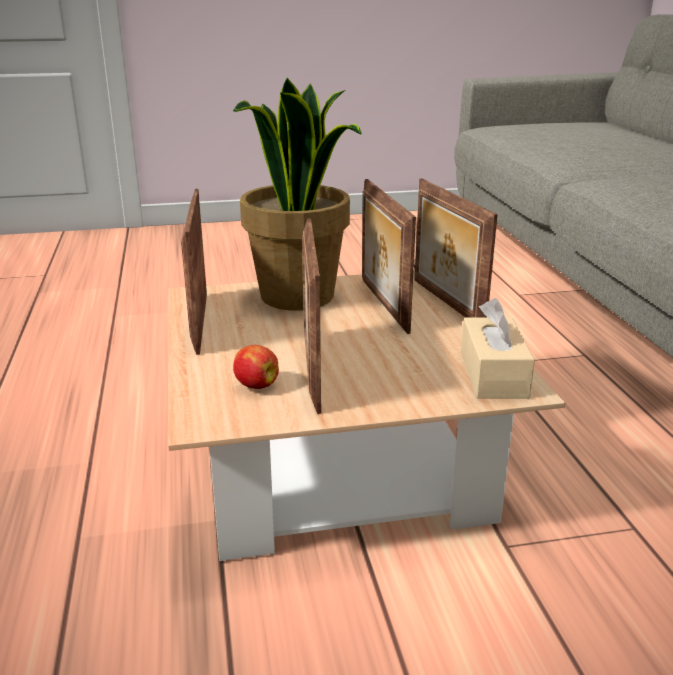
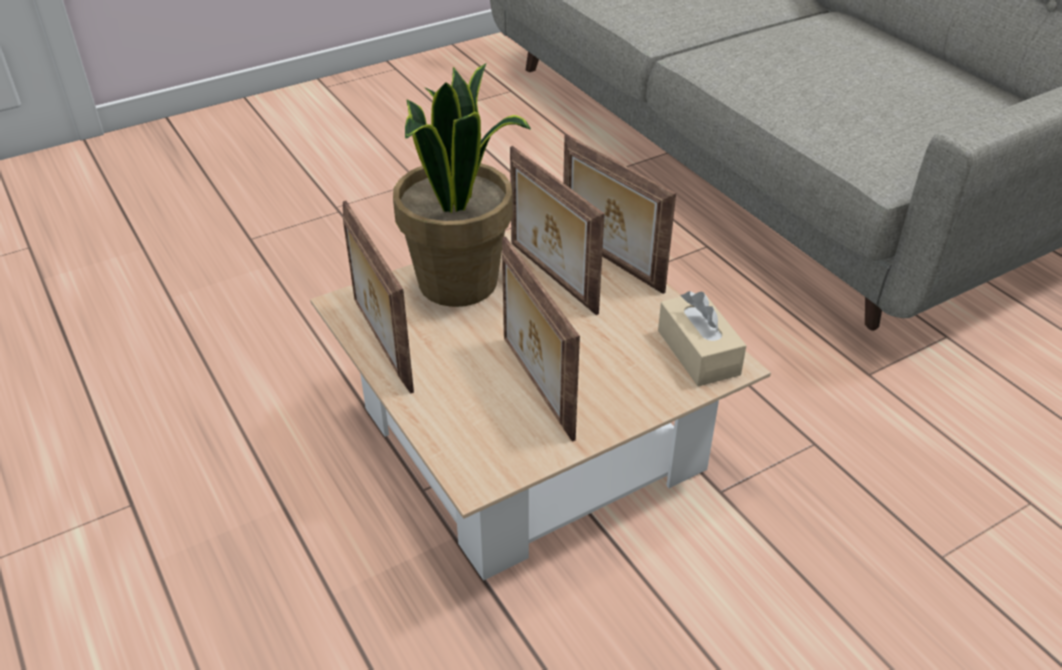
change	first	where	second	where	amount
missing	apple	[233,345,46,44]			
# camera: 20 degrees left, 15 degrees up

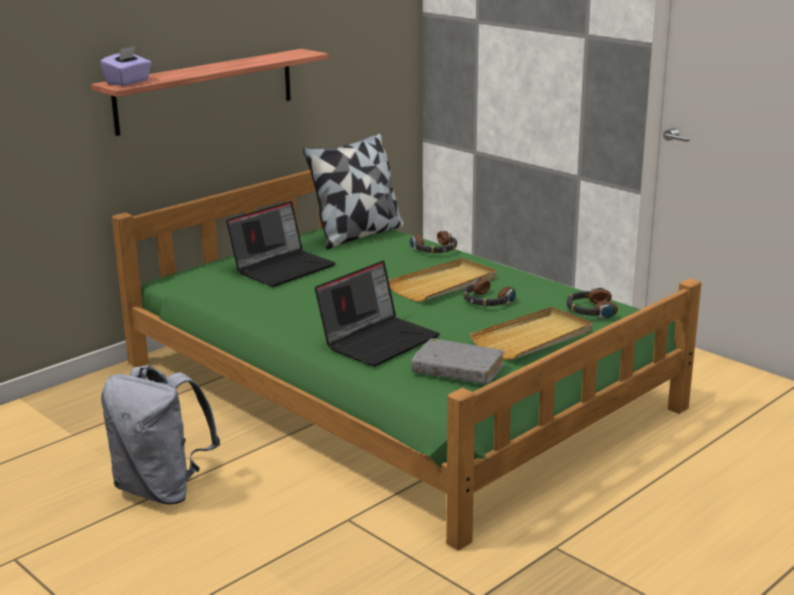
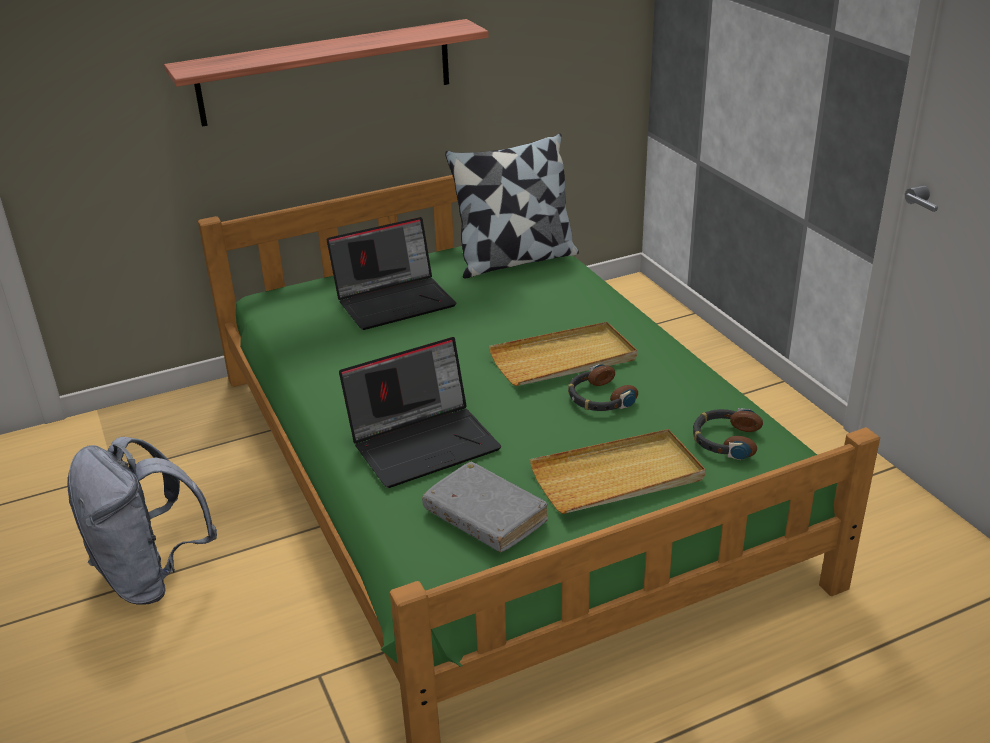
change	first	where	second	where	amount
missing	purple tissue box	[100,46,52,40]			
missing	headphones	[410,231,47,23]			
# camera: 20 degrees right, 10 degrees up

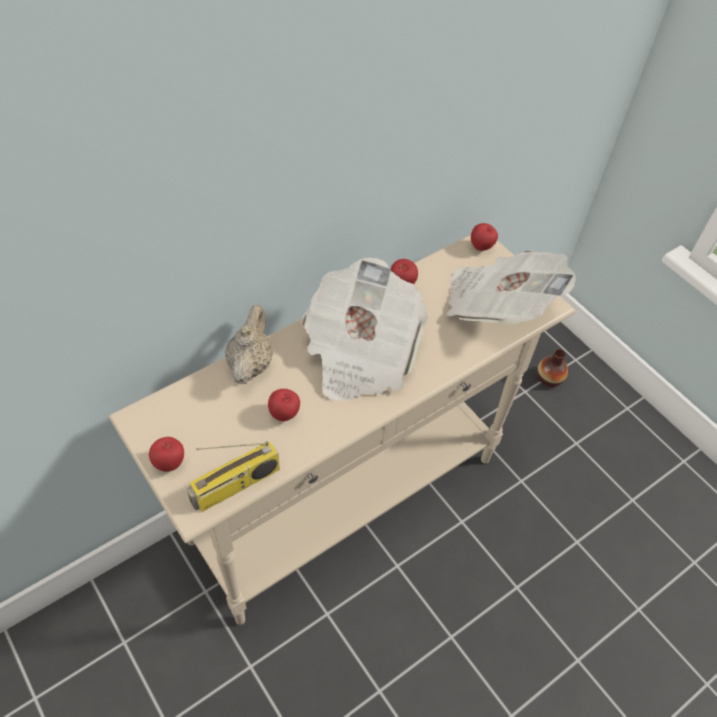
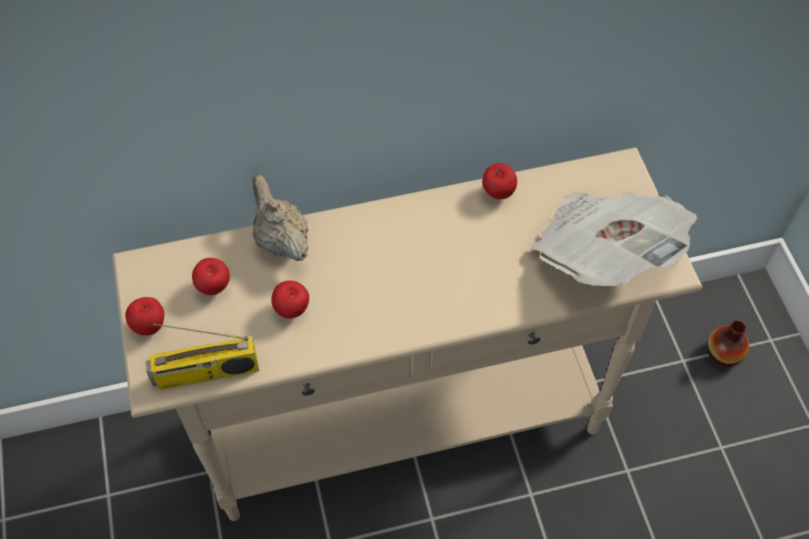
change	first	where	second	where	amount
relocated	apple	[471,223,27,28]		[192,258,38,37]	
spun	beige-coloured teapot	[225,305,48,79]		[253,174,56,87]	60 degrees counterclockwise
missing	newspaper	[303,258,125,143]			
# camera: 25 degrees right, 5 degrees up

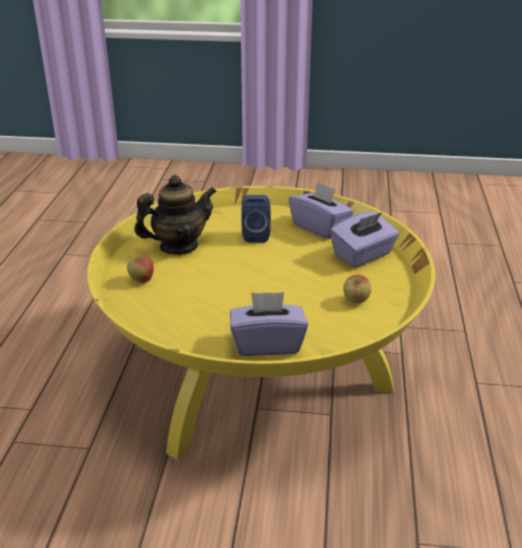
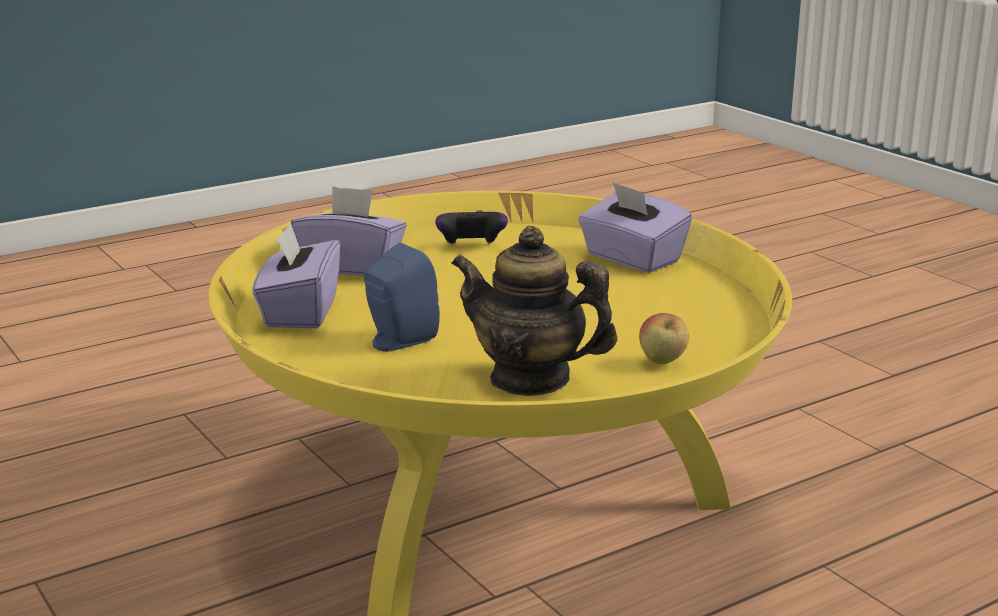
change	first	where	second	where	amount
exchanged	apple	[343,275,28,28]	joypad	[436,210,72,34]	
# camera: 130 degrees left, 10 degrees down

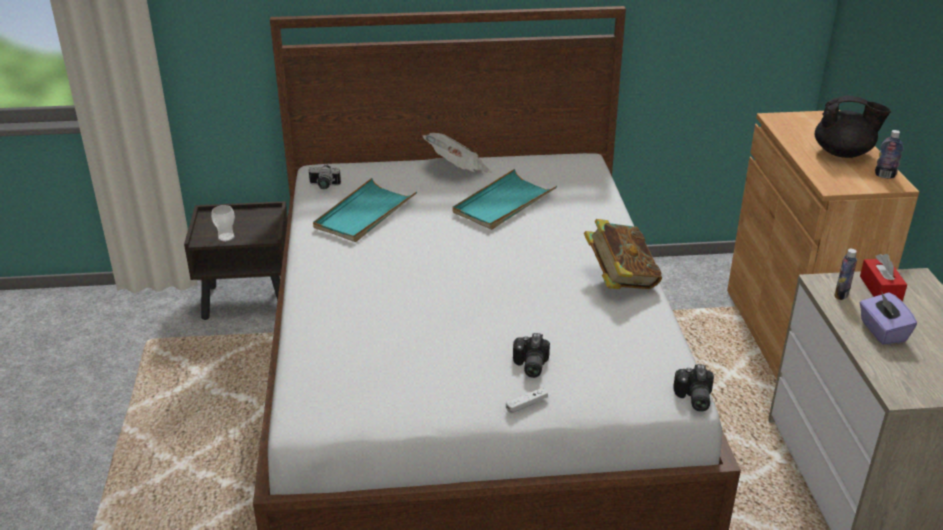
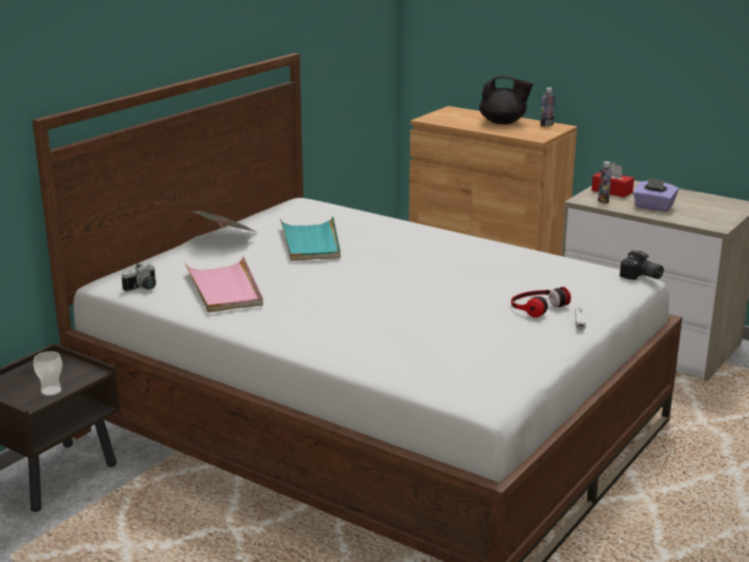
change	first	where	second	where	amount
colour	turquoise tray	[313,178,104,64]	pink tray	[185,256,78,57]	
spun	blackish teapot	[815,96,76,62]		[479,75,54,50]	45 degrees clockwise
exchanged	still camera	[513,333,37,45]	headphones	[511,287,60,31]	
missing	bound book	[584,219,78,70]			
# camera: 50 degrees left, 10 degrees down

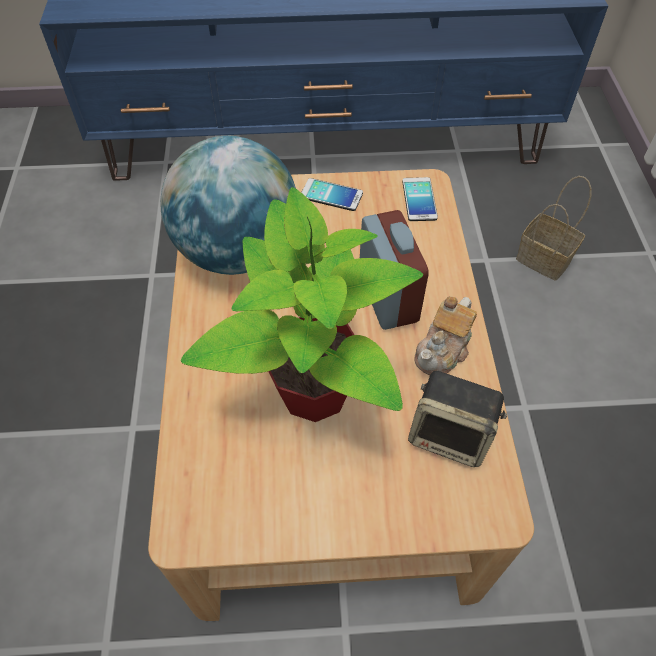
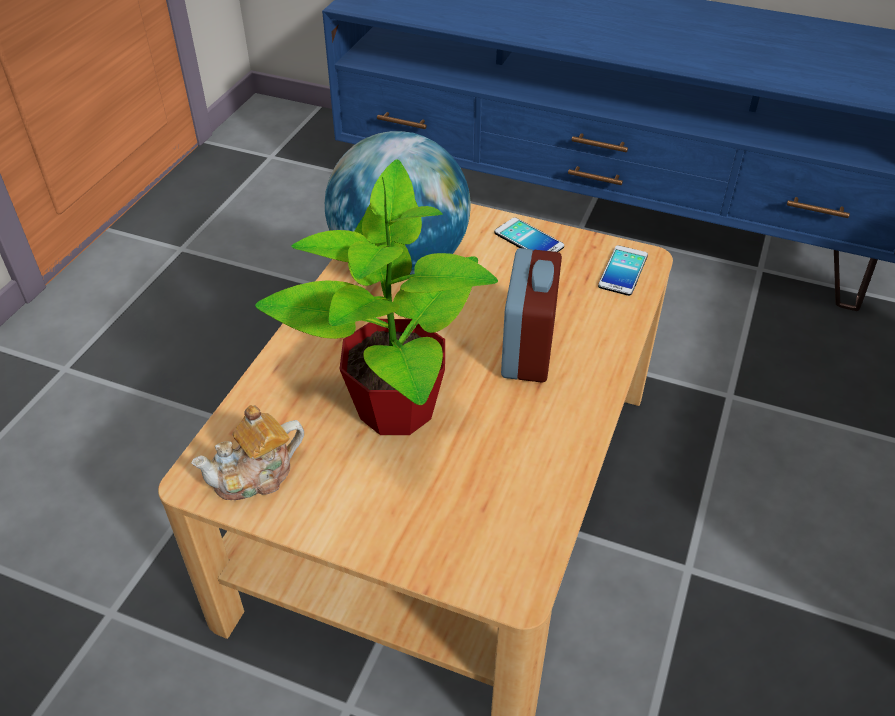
change	first	where	second	where	amount
relocated	teapot	[415,296,62,79]		[191,405,113,95]	
missing	audio speaker	[408,370,99,97]			
missing	basket	[516,176,76,104]			
# camera: 25 degrees right, 10 degrees down

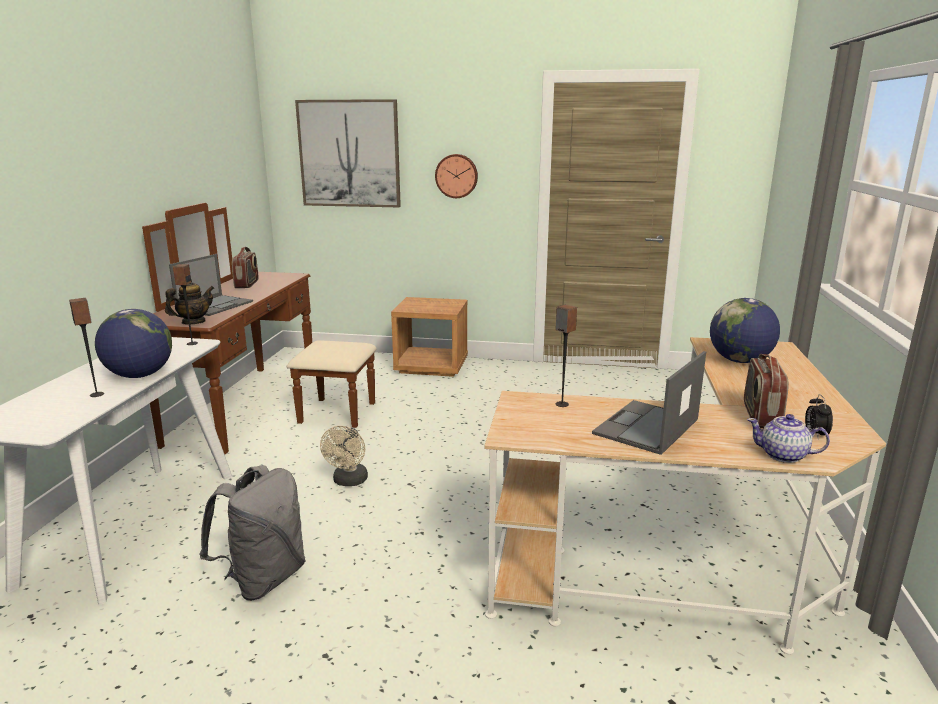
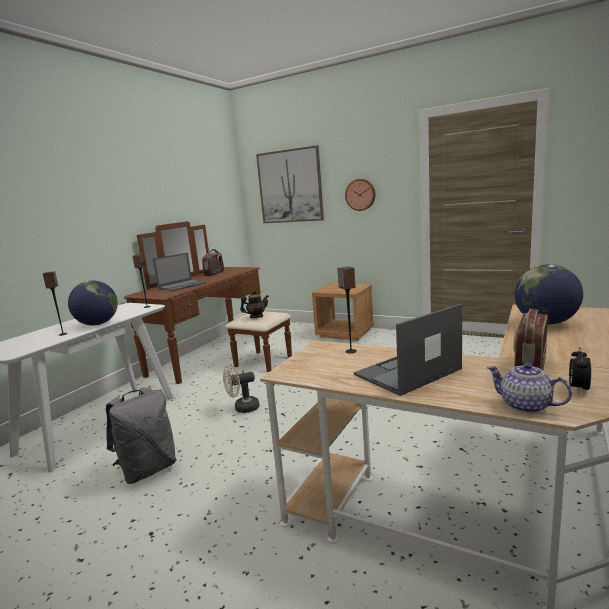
change	first	where	second	where	amount
spun	beige-coloured cooling fan	[320,426,48,60]		[223,364,37,49]	45 degrees clockwise
relocated	teapot	[165,280,49,45]		[240,290,29,28]	
# camera: 20 degrees right, 5 degrees down

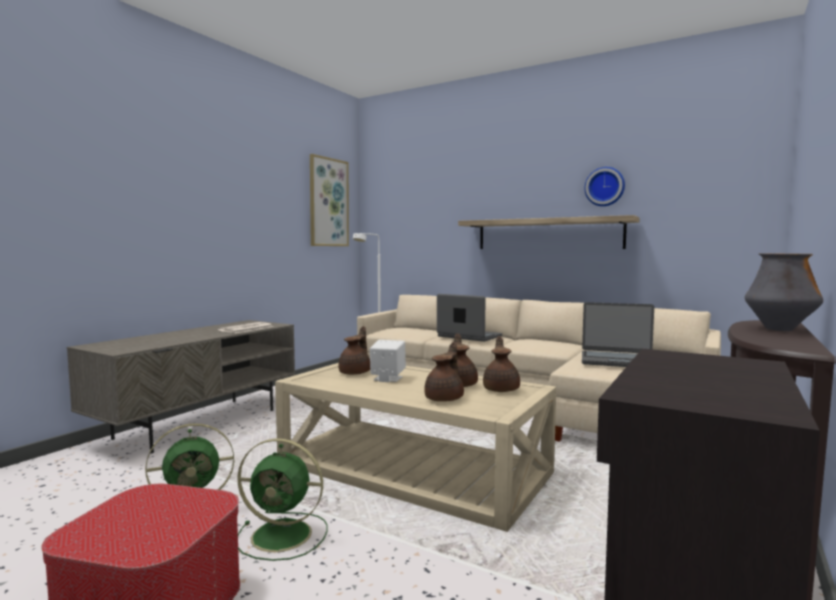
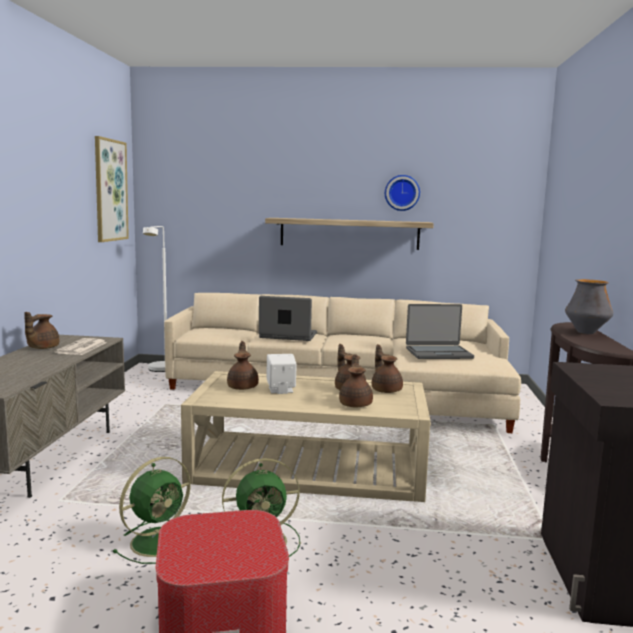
change	first	where	second	where	amount
appeared			brown teapot	[24,312,35,37]	
# camera: 25 degrees left, 5 degrees up

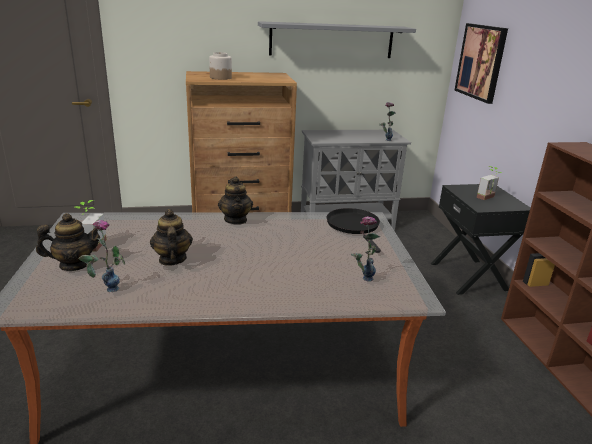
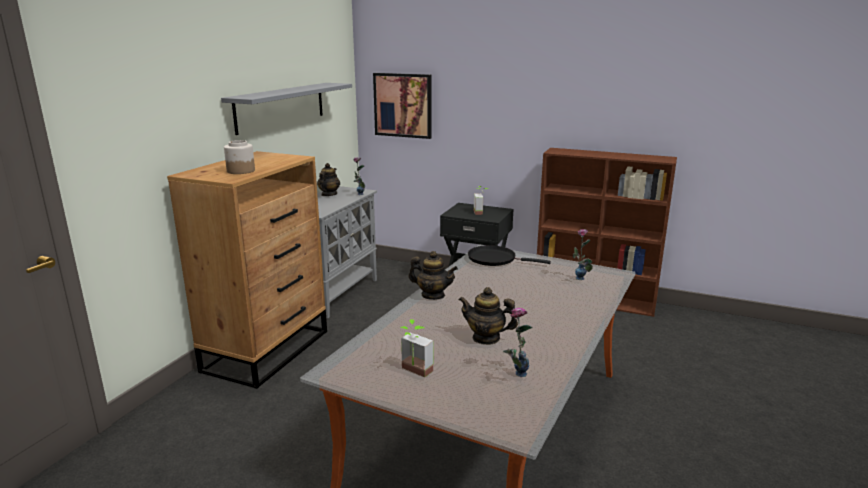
change	first	where	second	where	amount
relocated	teapot	[36,213,64,58]		[317,163,23,33]	
# camera: 55 degrees left, 5 degrees down

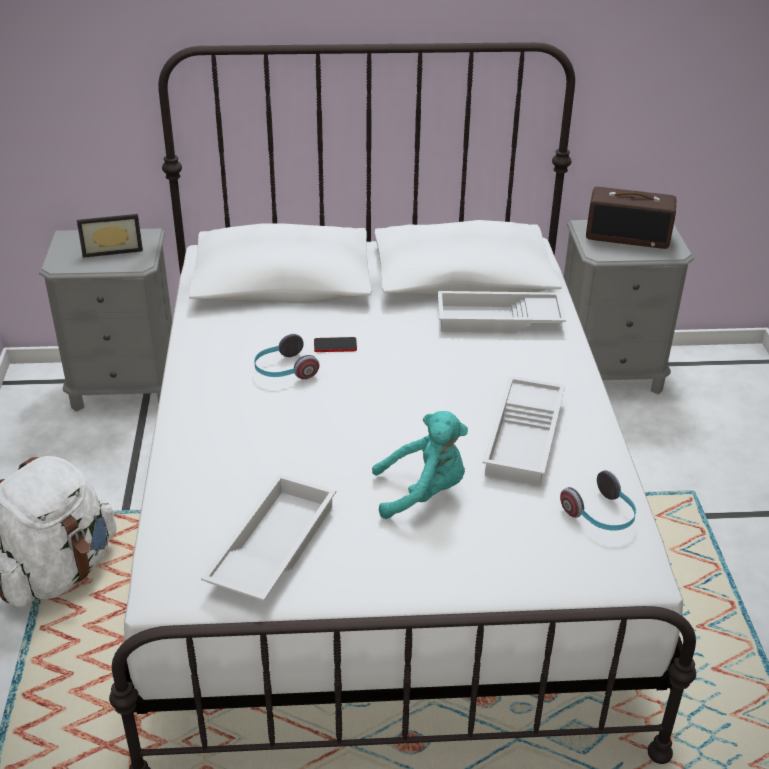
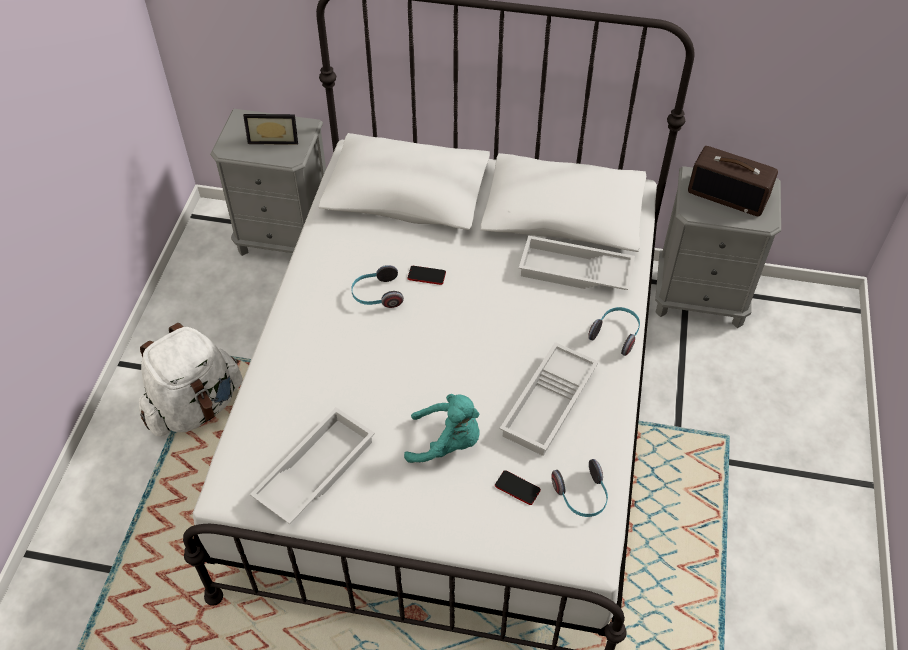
change	first	where	second	where	amount
appeared			phone	[495,470,46,35]	
appeared			headphones	[588,307,52,49]	
# camera: 15 degrees right, 15 degrees up

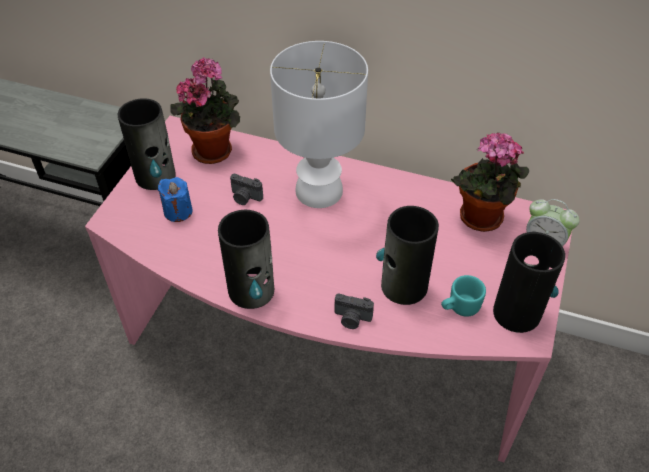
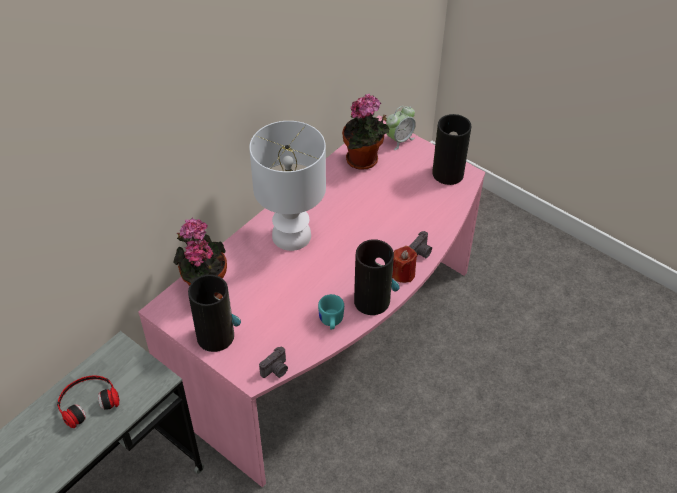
change	first	where	second	where	amount
appeared			headphones	[57,376,63,52]	
relocated	still camera	[230,173,33,32]		[259,346,29,32]	
relocated	turquoise coffee mug	[441,275,45,42]		[318,294,26,35]	
appeared			red-coloured wax light	[392,246,25,37]	
missing	blue-coloured wax light	[158,177,35,45]			
missing	flower vase	[376,206,63,99]			
# camera: 70 degrees left, 0 degrees up

